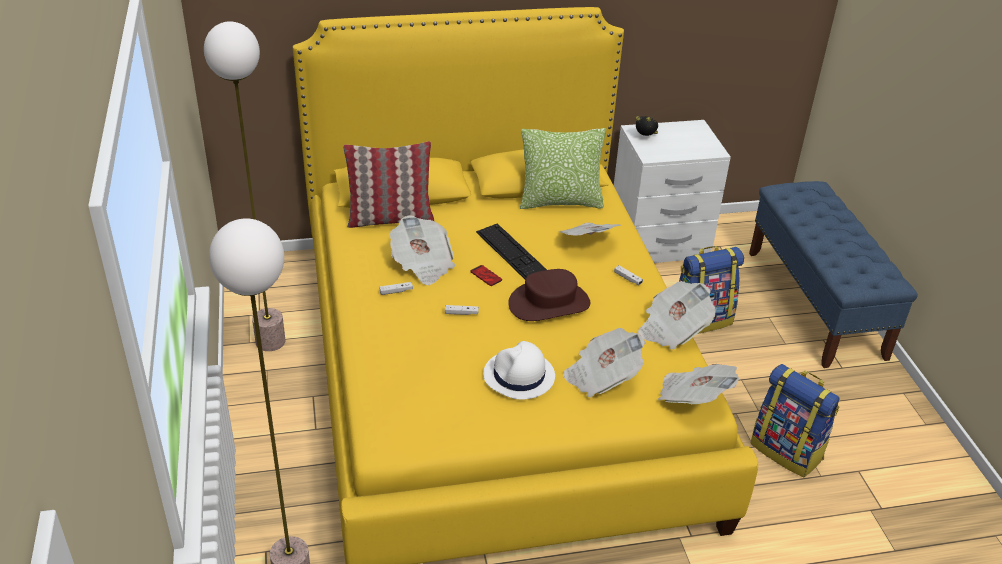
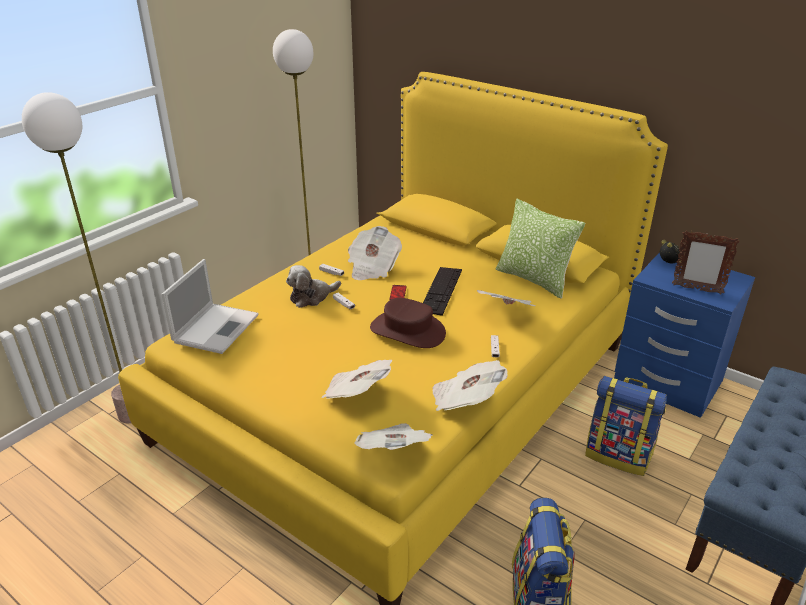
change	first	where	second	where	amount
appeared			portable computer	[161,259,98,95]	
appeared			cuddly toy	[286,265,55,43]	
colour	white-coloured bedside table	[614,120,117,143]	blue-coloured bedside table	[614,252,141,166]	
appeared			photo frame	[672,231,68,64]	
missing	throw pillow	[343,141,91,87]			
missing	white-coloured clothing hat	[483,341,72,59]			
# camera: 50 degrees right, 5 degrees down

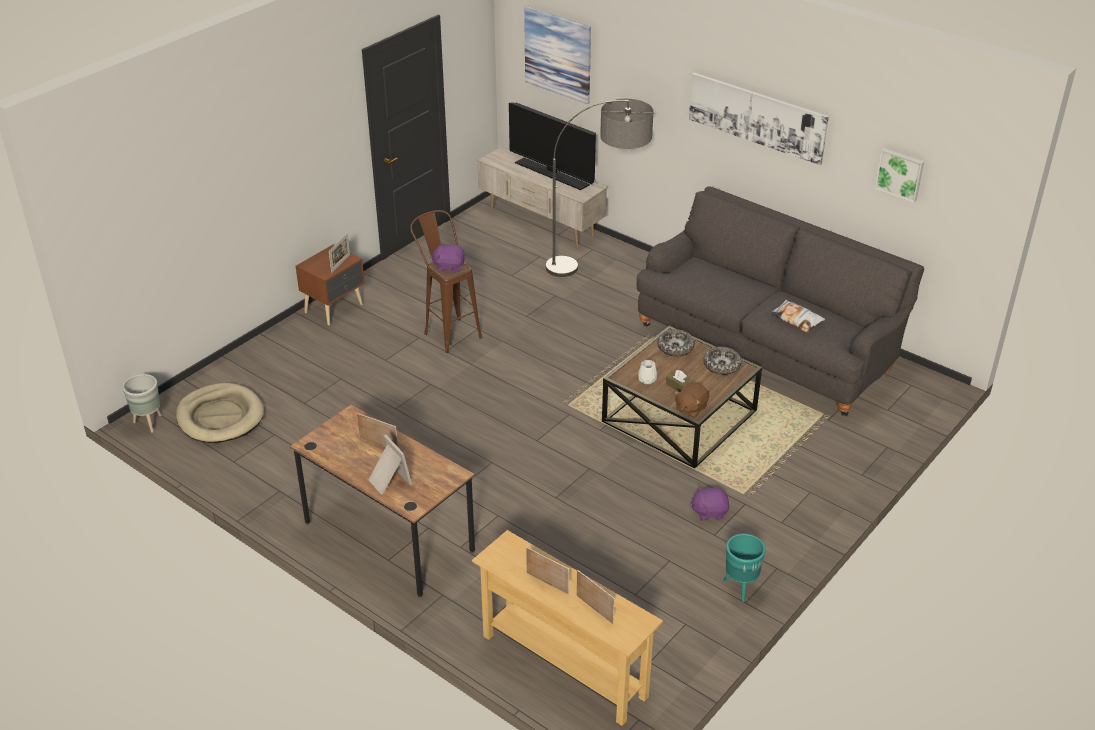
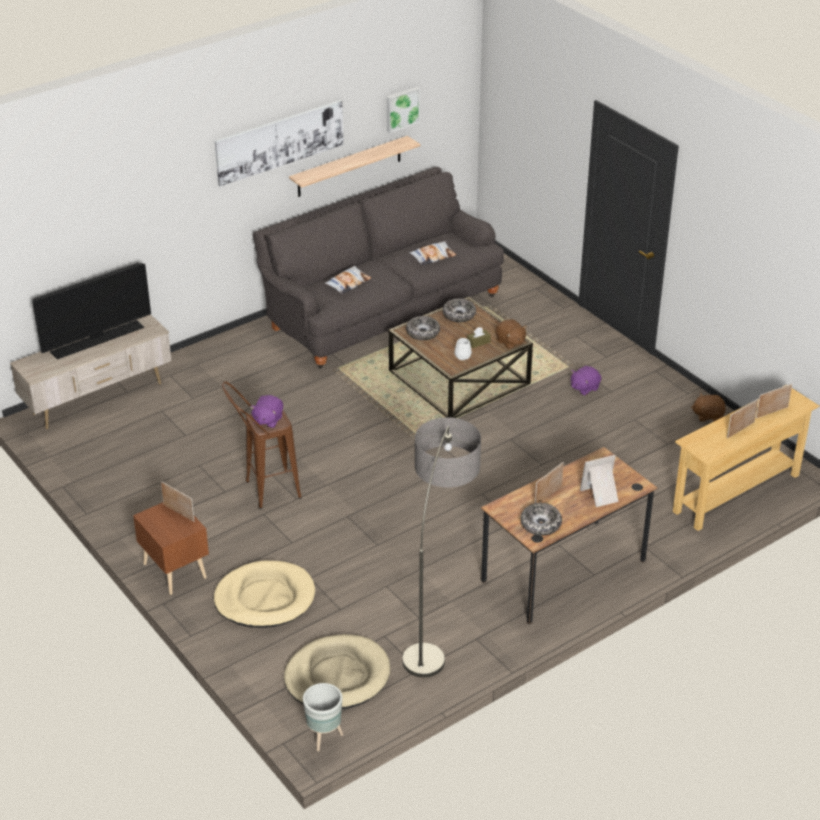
change	first	where	second	where	amount
appeared			beige-coloured dog bed	[214,561,101,67]	
appeared			wall shelf	[289,136,131,61]	
appeared			throw pillow	[325,266,47,28]	
relocated	standing lamp	[546,99,107,178]		[402,417,79,261]	
appeared			deep dish	[520,503,42,33]	
spun	purple cuddly toy	[690,487,39,34]		[571,366,30,30]	45 degrees clockwise
appeared			brown cuddly toy	[691,393,35,29]	
missing	picture	[524,6,67,98]			
missing	turquoise flower pot	[723,534,43,68]			
# camera: 75 degrees left, 0 degrees up

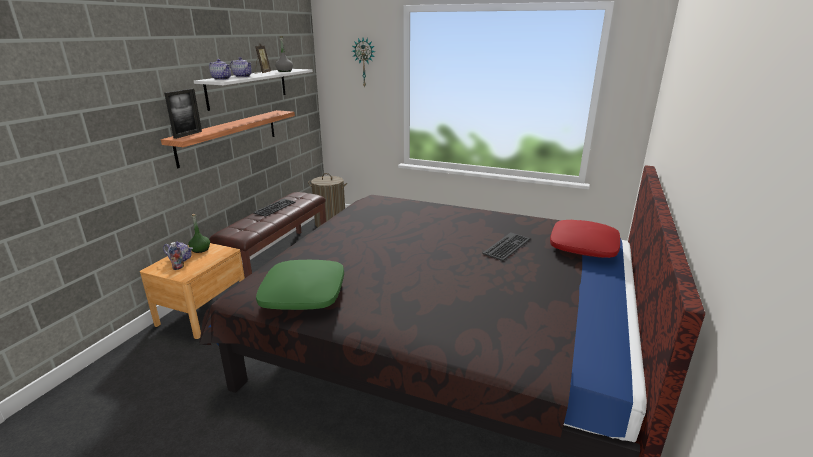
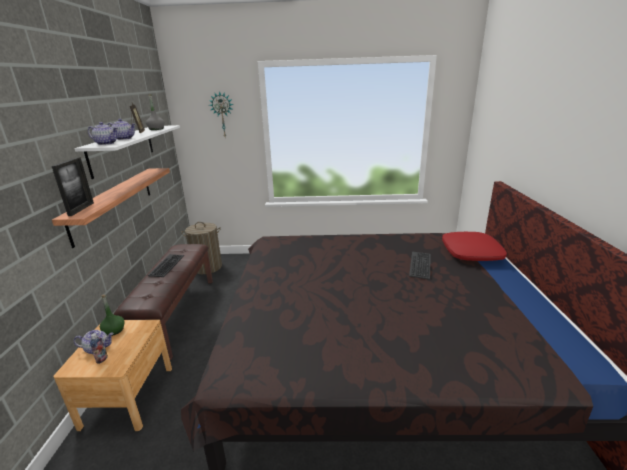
change	first	where	second	where	amount
missing	green-coloured throw pillow	[256,260,88,50]			
# camera: 20 degrees left, 0 degrees up

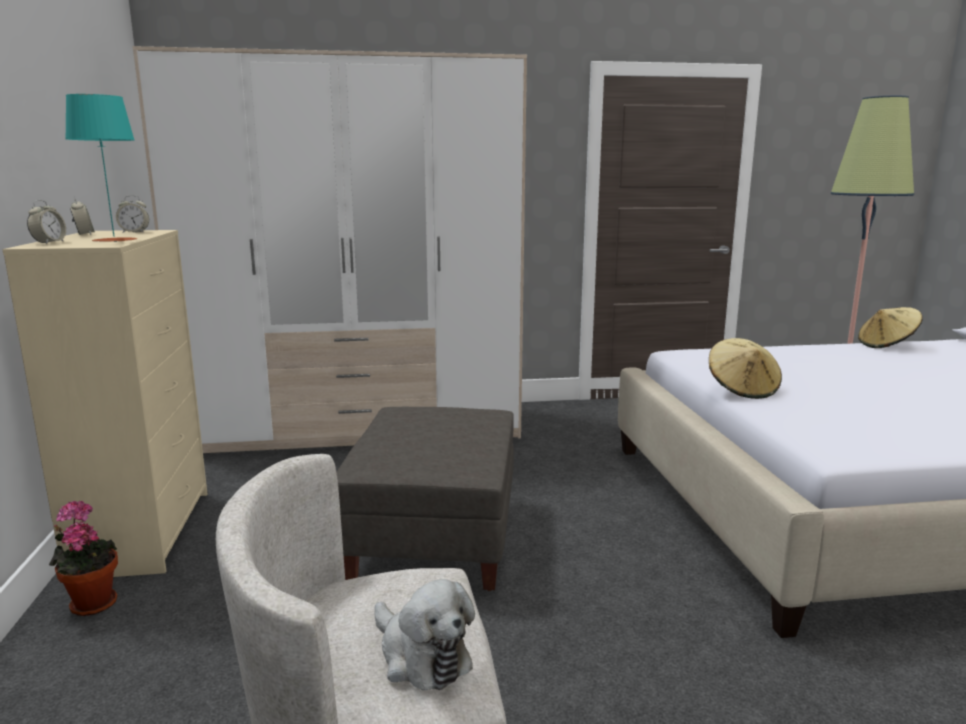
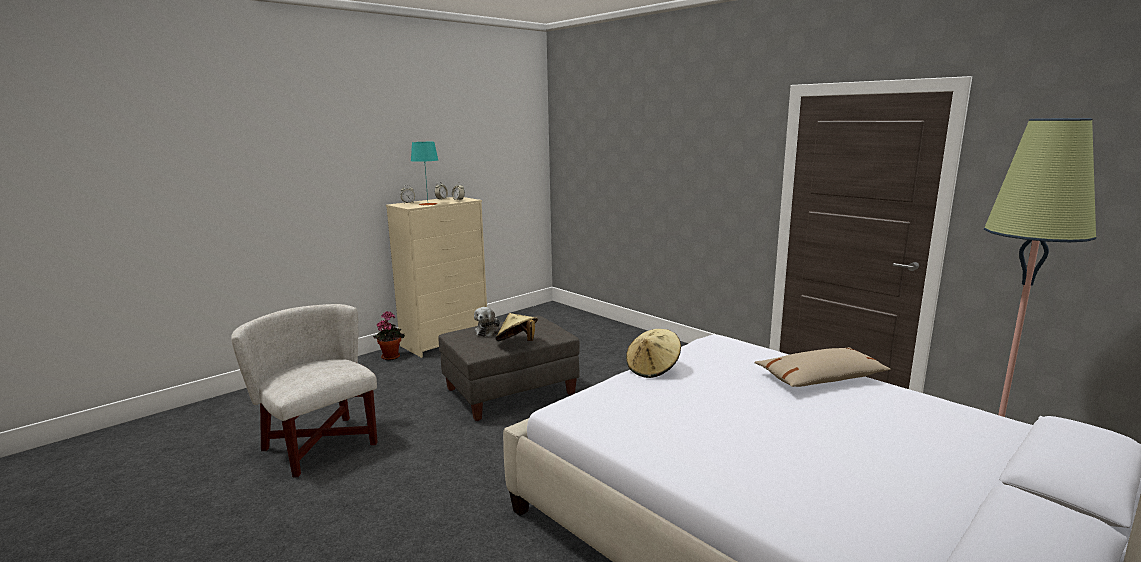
change	first	where	second	where	amount
relocated	cuddly toy	[374,579,101,111]		[474,307,26,30]	
relocated	beige-coloured clothing hat	[858,307,65,41]		[495,313,43,28]	
appeared			beige-coloured throw pillow	[755,347,136,40]	
missing	wardrobe	[132,46,395,407]			
# camera: 55 degrees right, 0 degrees up

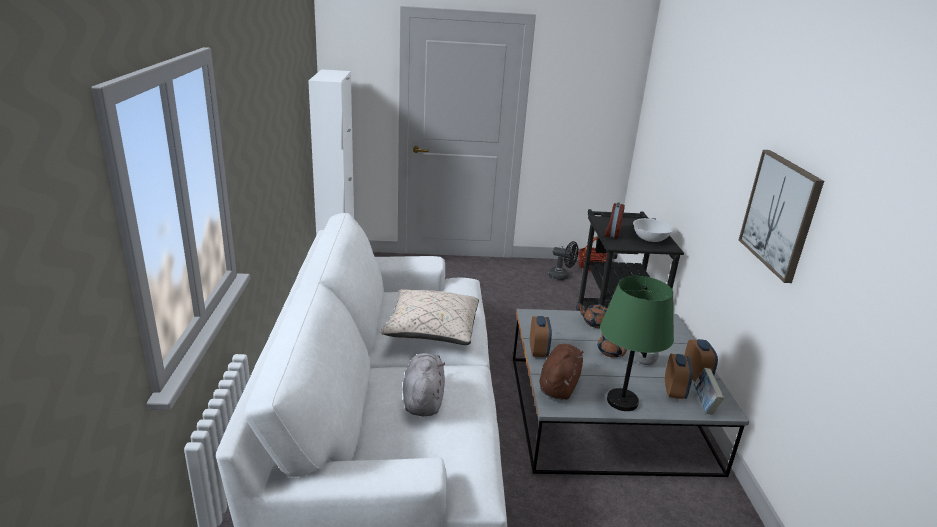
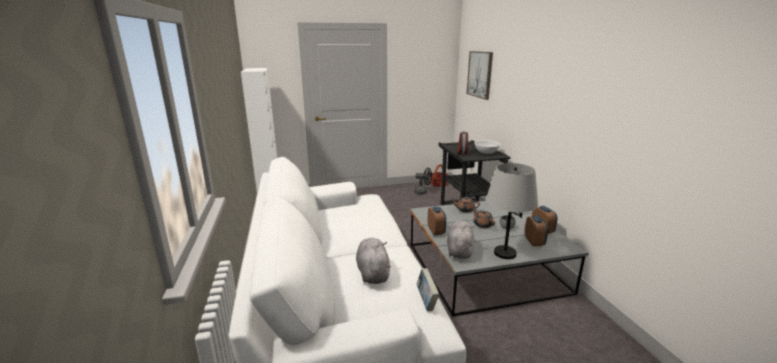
change	first	where	second	where	amount
relocated	bound book	[694,368,30,47]		[417,268,22,43]	
colour	brown cuddly toy	[539,344,44,56]	gray cuddly toy	[447,221,27,38]	
relocated	picture	[739,150,85,133]		[467,51,26,49]	
colour	green-coloured table lamp	[600,276,74,135]	gray table lamp	[486,163,52,96]	
missing	beige-coloured throw pillow	[381,289,98,56]			
# camera: 10 degrees left, 5 degrees down

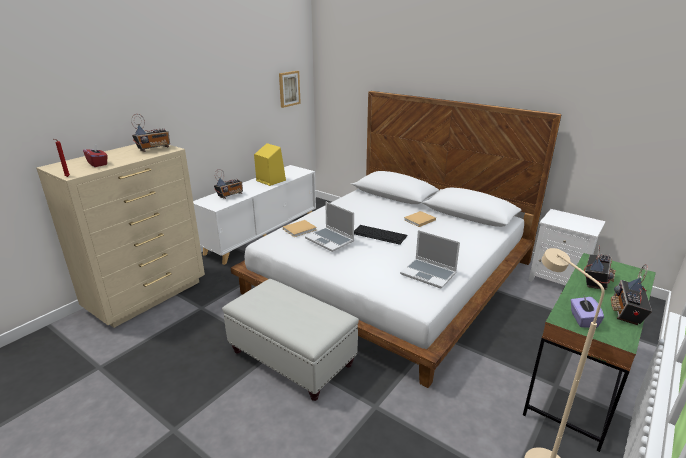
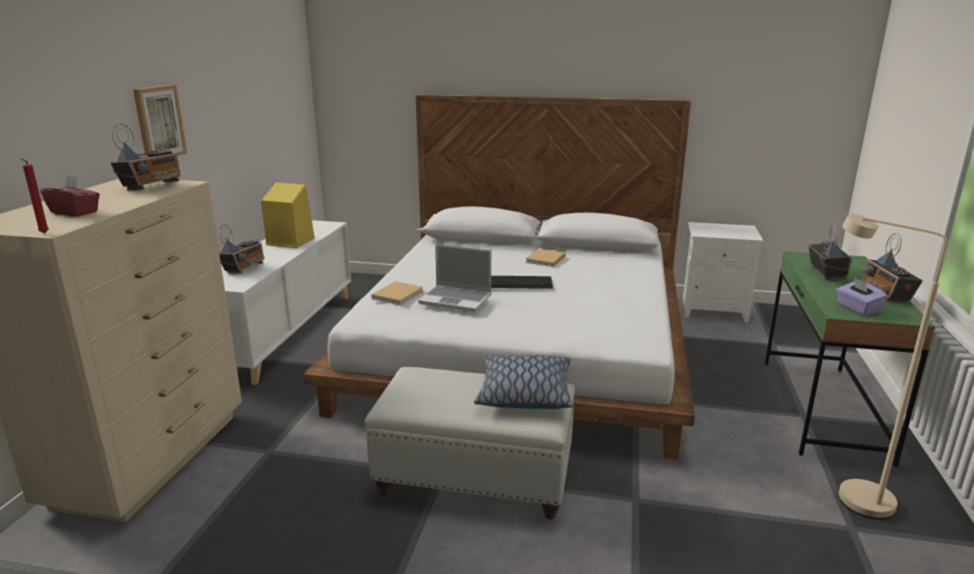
change	first	where	second	where	amount
relocated	picture	[279,71,22,37]		[133,85,54,72]	
appeared			throw pillow	[474,355,99,54]	
missing	portable computer	[400,230,60,59]			
# camera: 25 degrees left, 5 degrees down

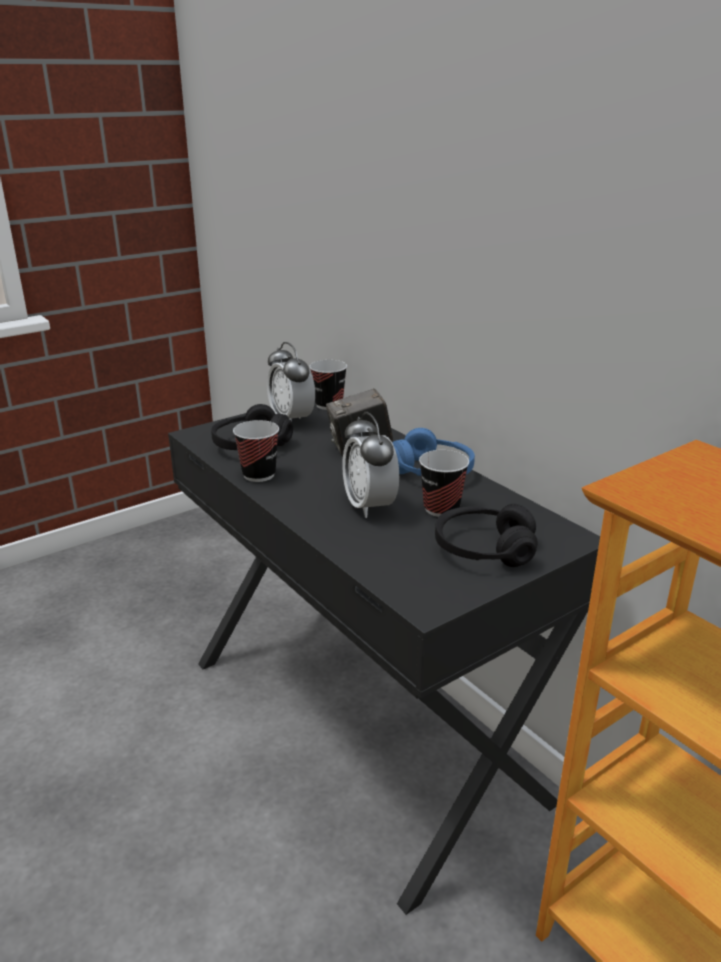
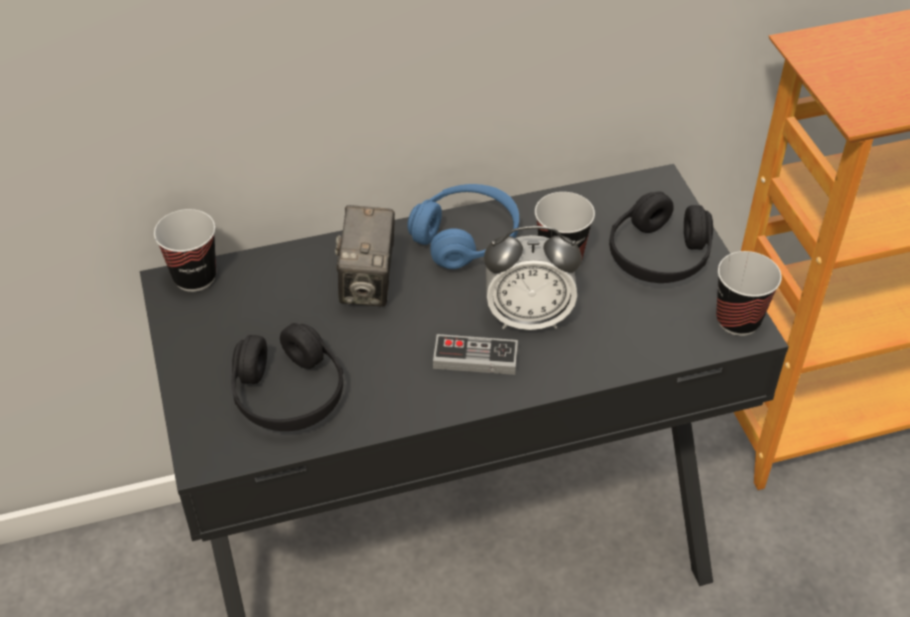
change	first	where	second	where	amount
appeared			joypad	[433,334,85,41]	
relocated	small cup	[233,420,46,62]		[716,251,66,85]	
missing	table clock	[267,342,48,78]			
# camera: 70 degrees left, 20 degrees up

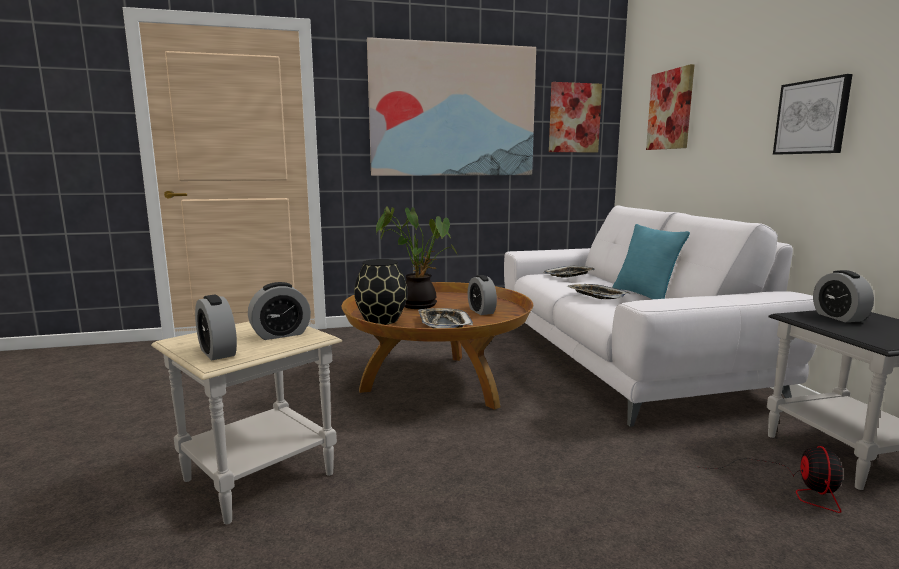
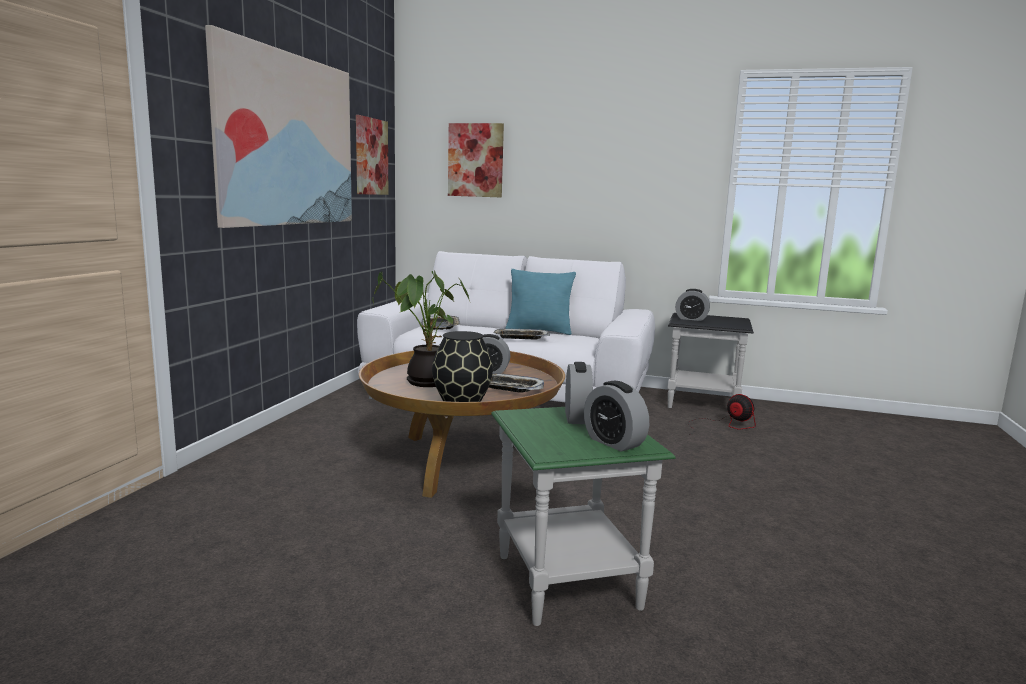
change	first	where	second	where	amount
colour	beige-coloured side table	[151,321,191,203]	green-coloured side table	[491,407,185,219]	
spun	table clock	[195,295,42,66]		[584,381,65,71]	60 degrees clockwise
missing	picture	[773,74,80,81]			
# camera: 60 degrees left, 0 degrees up

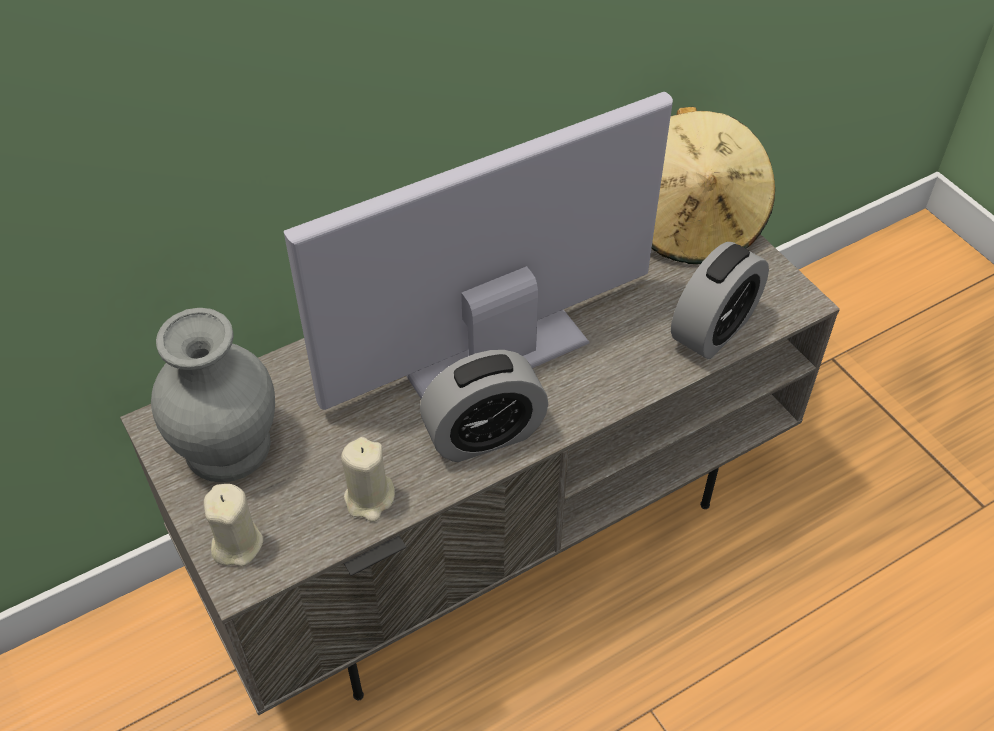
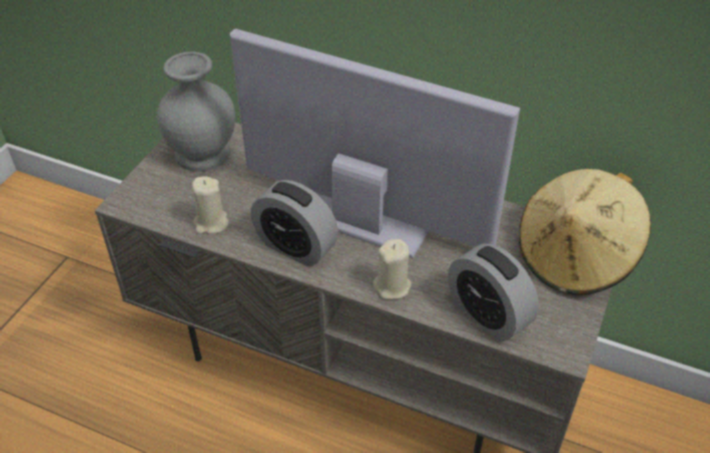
change	first	where	second	where	amount
relocated	beige-coloured wax light	[204,484,59,83]		[373,239,39,61]	
spun	table clock	[671,242,98,117]		[448,244,91,97]	45 degrees clockwise
# camera: 55 degrees right, 5 degrees down

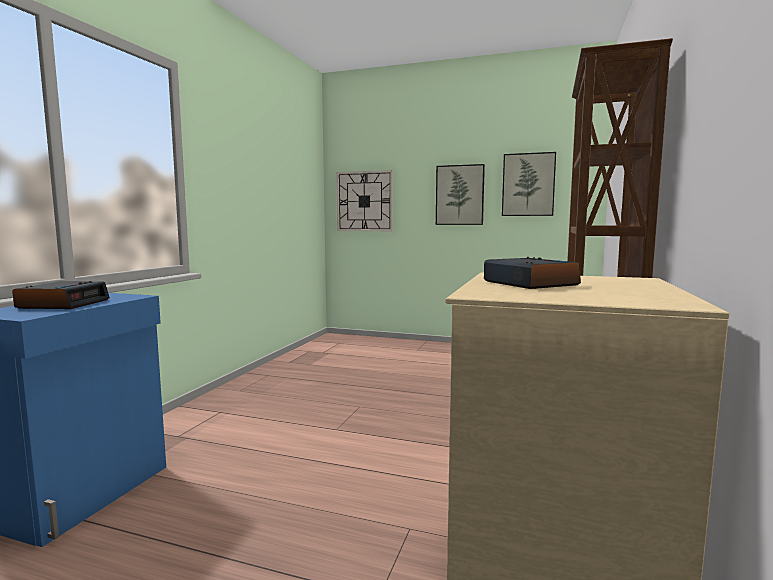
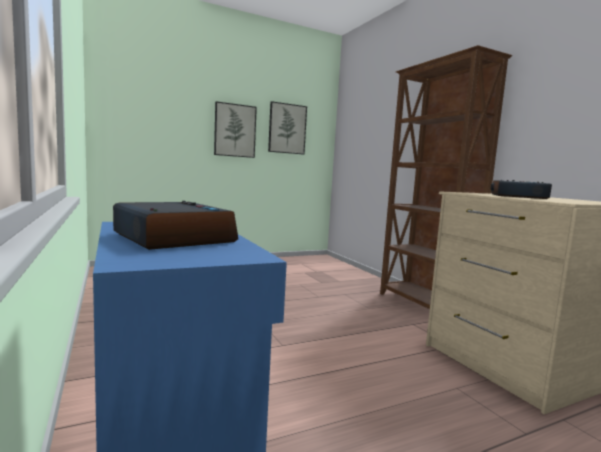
change	first	where	second	where	amount
missing	hanging clock	[336,170,57,61]			
# camera: 45 degrees left, 0 degrees up

